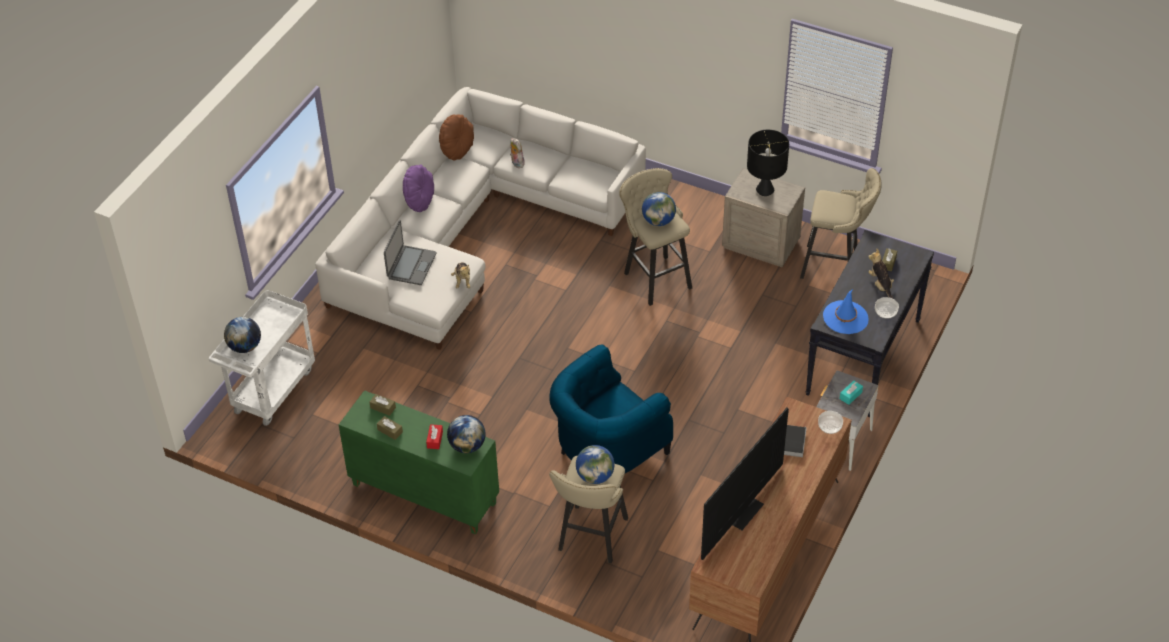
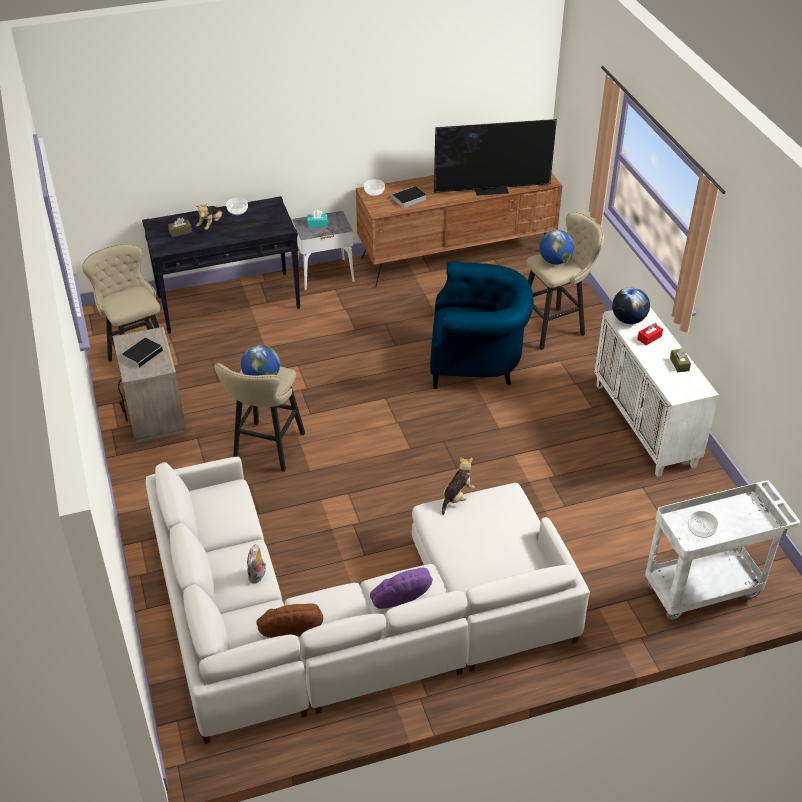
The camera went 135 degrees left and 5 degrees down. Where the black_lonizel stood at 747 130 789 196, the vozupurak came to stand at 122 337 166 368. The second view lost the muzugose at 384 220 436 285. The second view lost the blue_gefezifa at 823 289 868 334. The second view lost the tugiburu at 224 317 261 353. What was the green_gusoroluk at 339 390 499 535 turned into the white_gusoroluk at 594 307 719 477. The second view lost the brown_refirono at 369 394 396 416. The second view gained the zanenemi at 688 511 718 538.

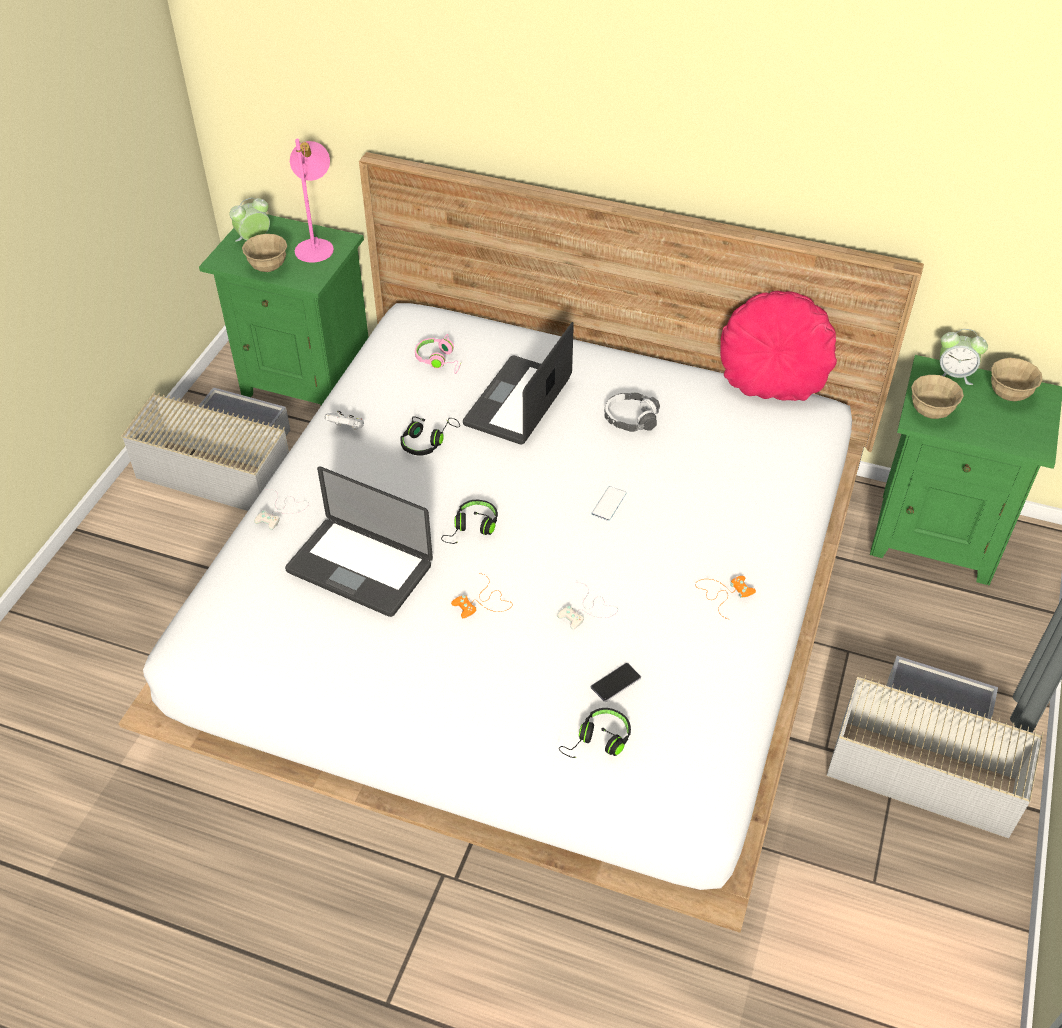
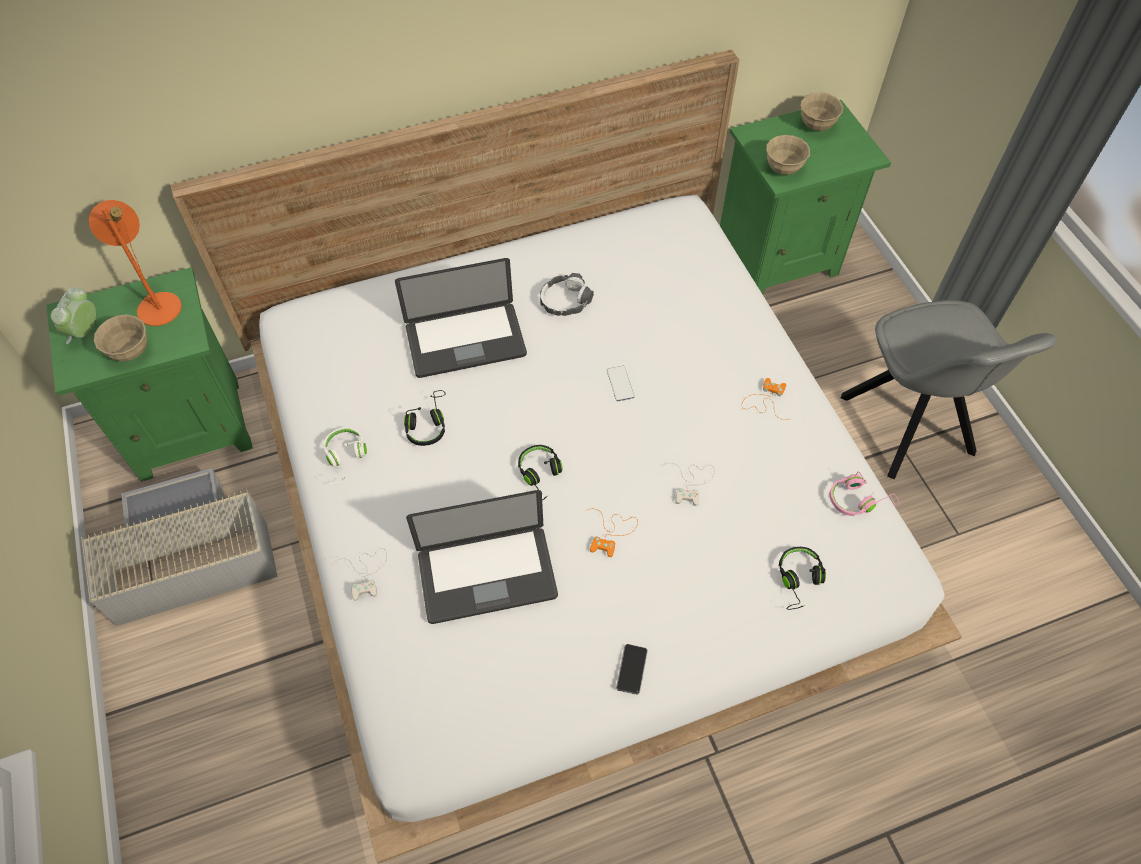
The camera went 40 degrees left and 10 degrees up. What was the pink_lonizel at 290 139 334 263 turned into the orange_lonizel at 89 200 182 326. The second view lost the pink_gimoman at 720 291 837 401. The muzugose at 463 322 574 445 ended up facing another way, 90 degrees counterclockwise from before. The second view lost the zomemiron at 940 329 988 385. The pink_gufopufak ended up elsewhere, having gone from 415 334 461 374 to 829 471 899 516. Where the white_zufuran stood at 325 411 364 430, the white_gufopufak came to stand at 323 427 367 484. Where the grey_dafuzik stood at 827 656 1044 838, the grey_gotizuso came to stand at 840 300 1057 479. The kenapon ended up elsewhere, having gone from 591 663 641 702 to 616 644 648 695.

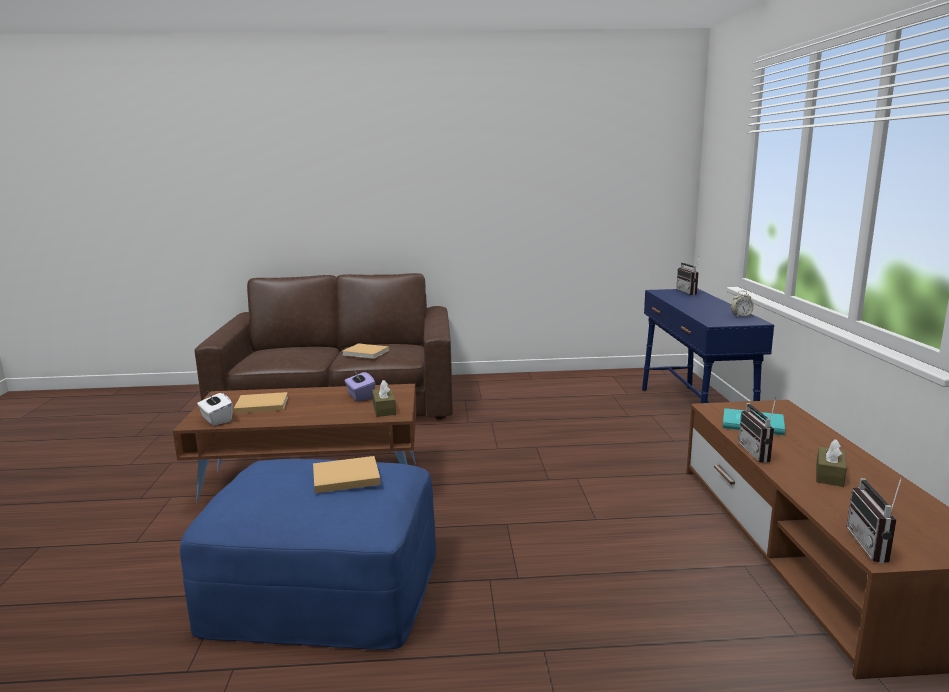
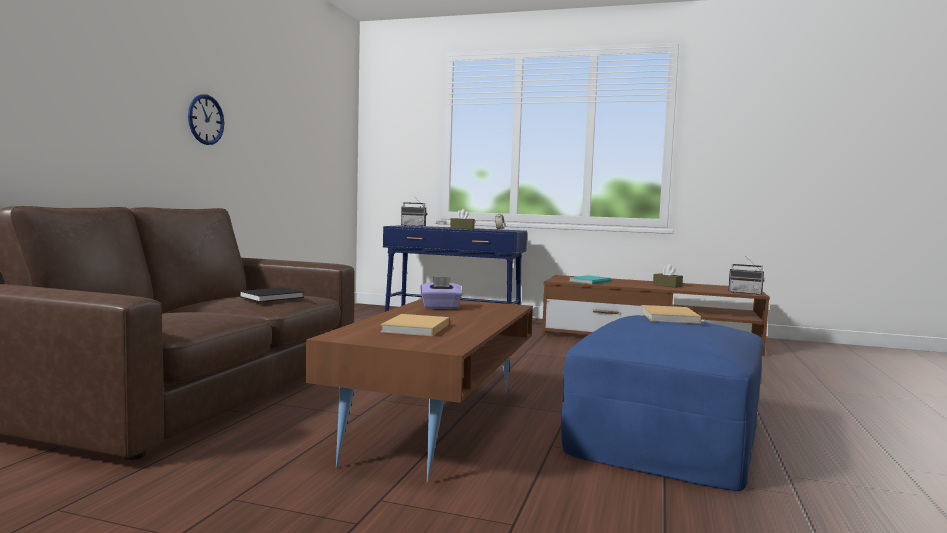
The camera went 70 degrees left and 10 degrees down. What was the beige_vozupurak at 342 343 390 359 turned into the black_vozupurak at 239 287 304 302. The brown_refirono ended up elsewhere, having gone from 372 380 396 417 to 450 209 475 229. The second view lost the white_refirono at 197 392 233 426. The second view lost the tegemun at 738 397 776 463. The second view gained the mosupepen at 188 94 224 145.

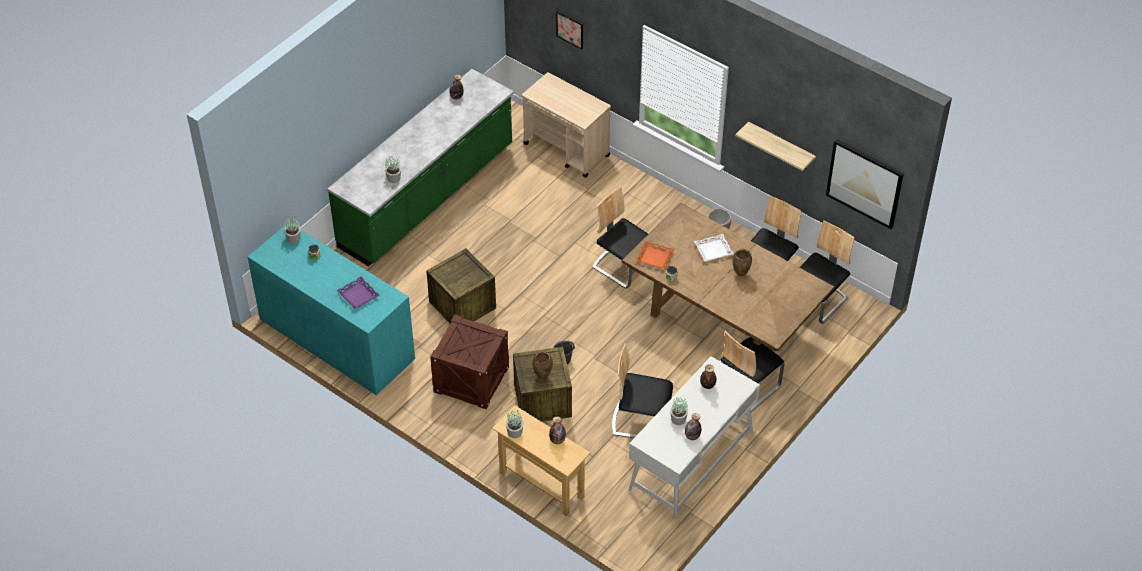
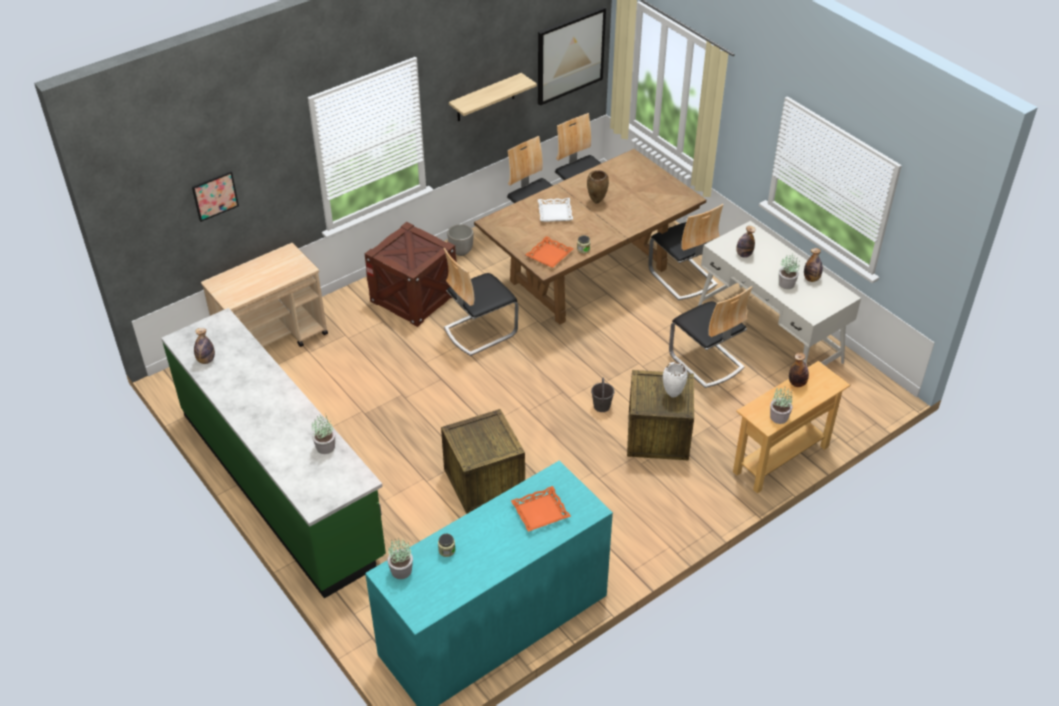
The camera went 75 degrees left and 5 degrees down. What was the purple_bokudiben at 336 276 380 310 turned into the orange_bokudiben at 511 486 571 532. The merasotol ended up elsewhere, having gone from 430 315 509 409 to 365 222 457 327. The gotizuso at 612 343 673 438 ended up facing another way, 60 degrees counterclockwise from before. What was the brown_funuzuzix at 532 352 553 379 turned into the white_funuzuzix at 663 362 687 398.

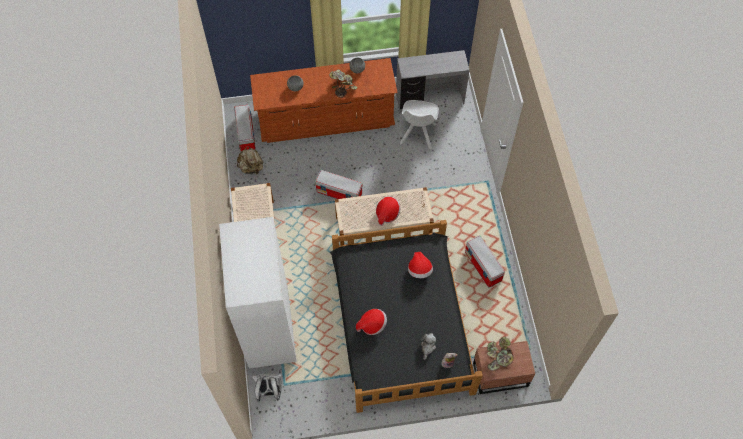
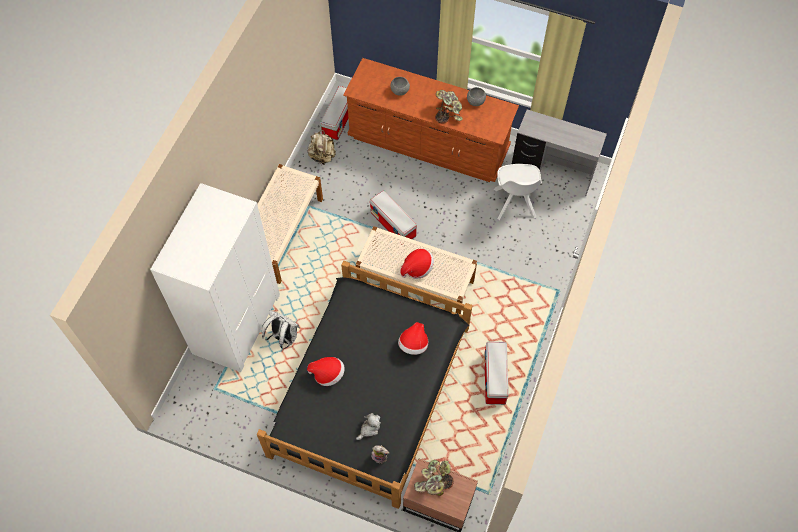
The camera went 30 degrees right and 0 degrees up. The white_gotizuso at 400 100 439 149 ended up facing another way, 45 degrees counterclockwise from before. The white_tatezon ended up elsewhere, having gone from 252 374 283 402 to 262 311 300 349.

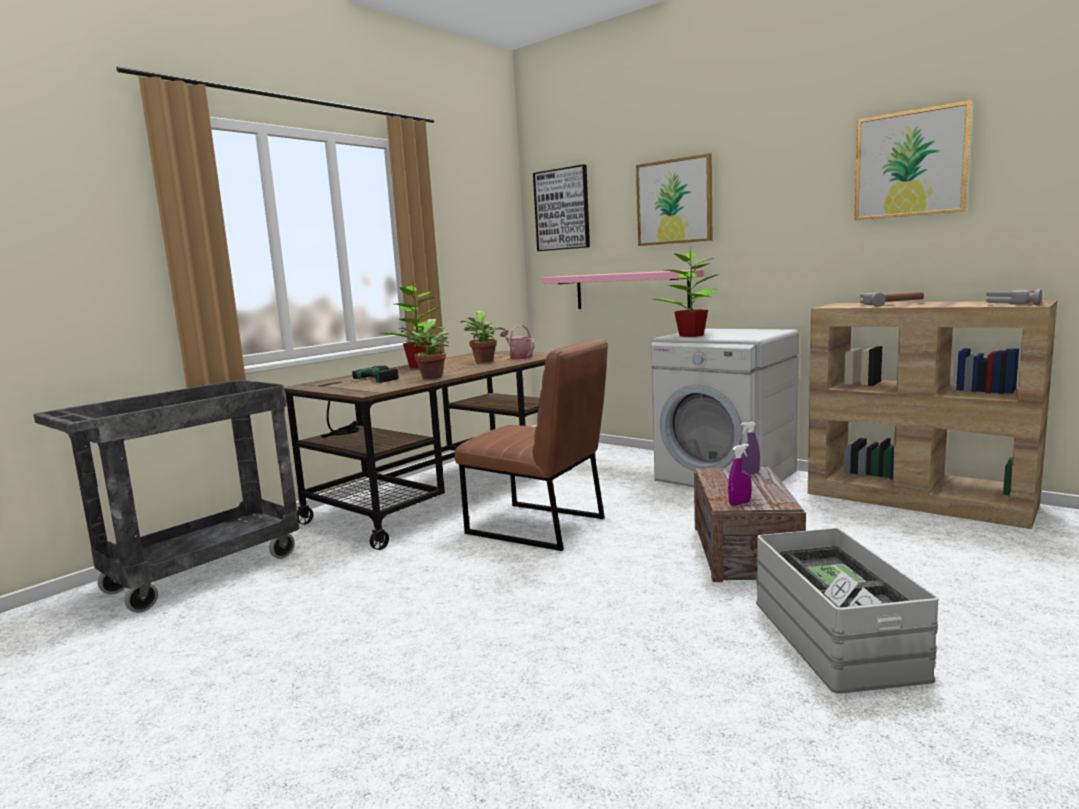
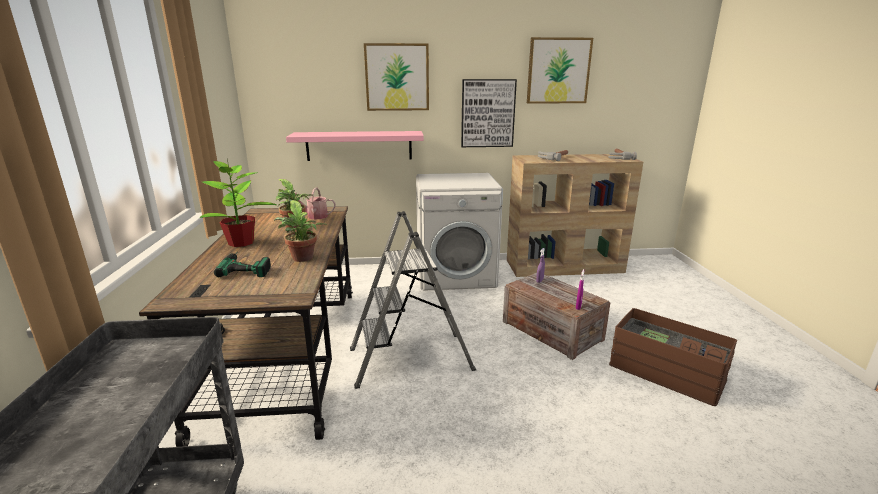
The camera went 45 degrees left and 10 degrees up. The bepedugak ended up elsewhere, having gone from 533 164 590 251 to 461 79 517 147. The second view lost the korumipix at 653 248 720 337. Where the brown_gotizuso stood at 454 339 608 551, the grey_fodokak came to stand at 350 211 476 389. What was the grey_dafuzik at 756 528 939 694 turned into the brown_dafuzik at 609 308 737 406.

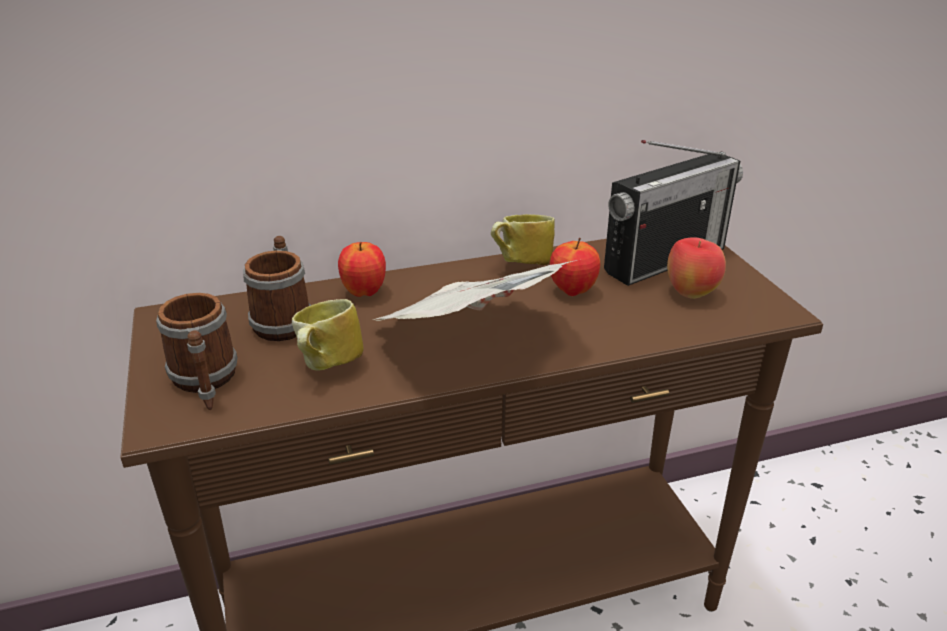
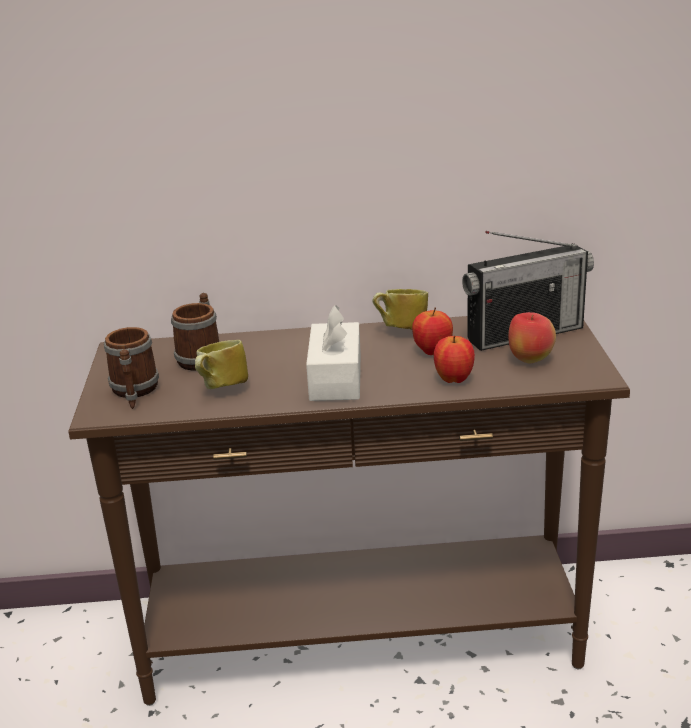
The camera went 15 degrees right and 5 degrees down. The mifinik ended up elsewhere, having gone from 338 242 386 297 to 434 335 475 383. Where the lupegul stood at 373 260 577 321, the white_refirono came to stand at 306 305 361 401.

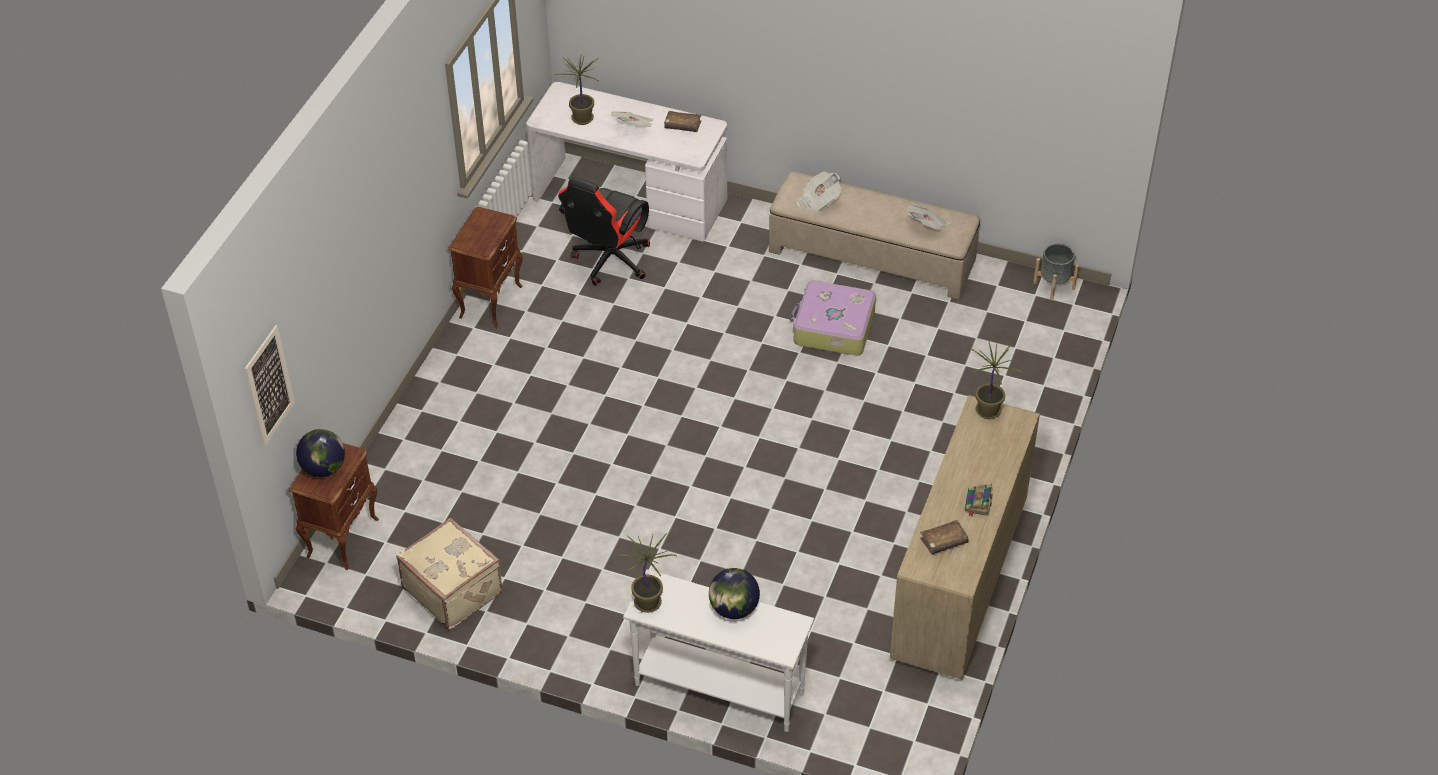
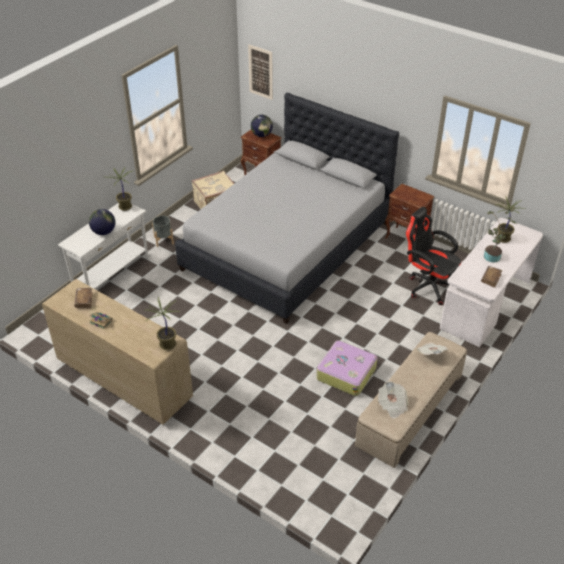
The camera went 105 degrees right and 5 degrees down. Where the lupegul stood at 611 111 654 127, the korumipix came to stand at 484 211 516 262. The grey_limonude ended up elsewhere, having gone from 1033 244 1079 300 to 152 216 174 247. The second view gained the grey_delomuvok at 175 93 399 324.

